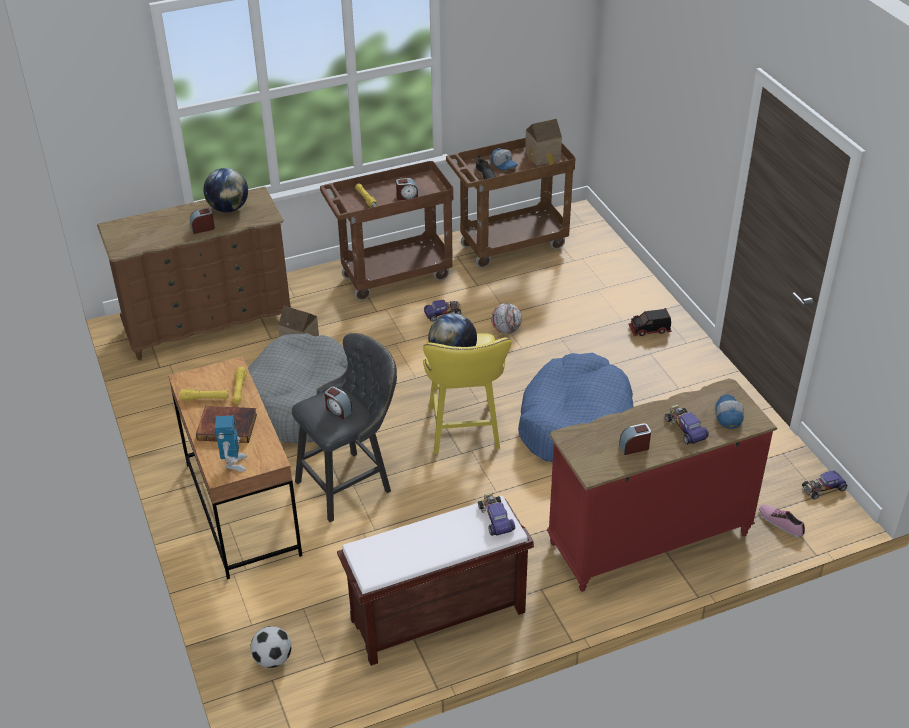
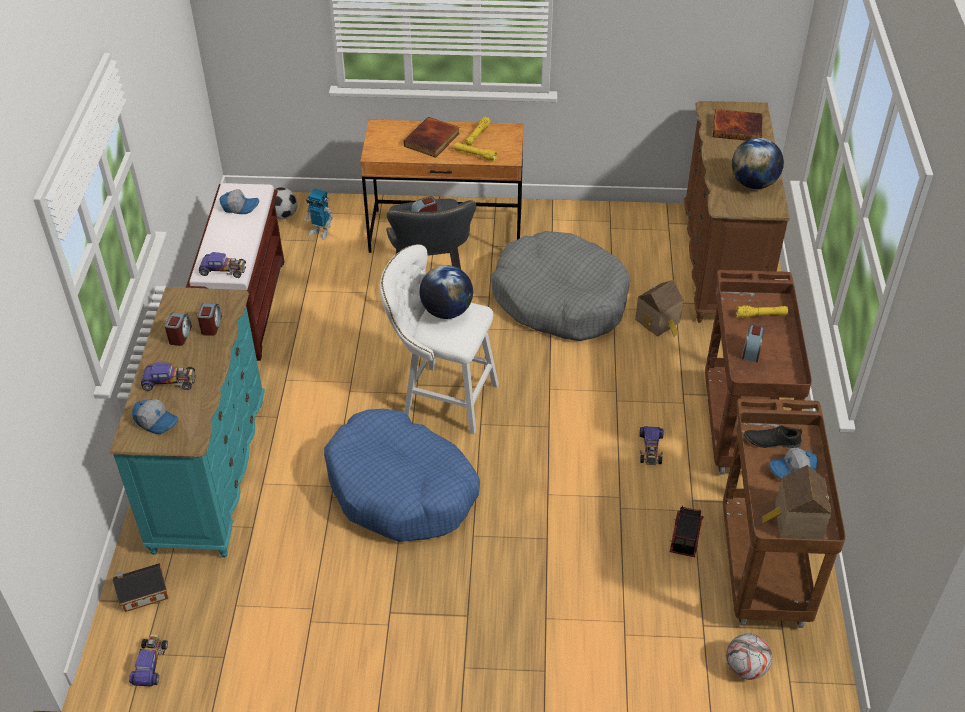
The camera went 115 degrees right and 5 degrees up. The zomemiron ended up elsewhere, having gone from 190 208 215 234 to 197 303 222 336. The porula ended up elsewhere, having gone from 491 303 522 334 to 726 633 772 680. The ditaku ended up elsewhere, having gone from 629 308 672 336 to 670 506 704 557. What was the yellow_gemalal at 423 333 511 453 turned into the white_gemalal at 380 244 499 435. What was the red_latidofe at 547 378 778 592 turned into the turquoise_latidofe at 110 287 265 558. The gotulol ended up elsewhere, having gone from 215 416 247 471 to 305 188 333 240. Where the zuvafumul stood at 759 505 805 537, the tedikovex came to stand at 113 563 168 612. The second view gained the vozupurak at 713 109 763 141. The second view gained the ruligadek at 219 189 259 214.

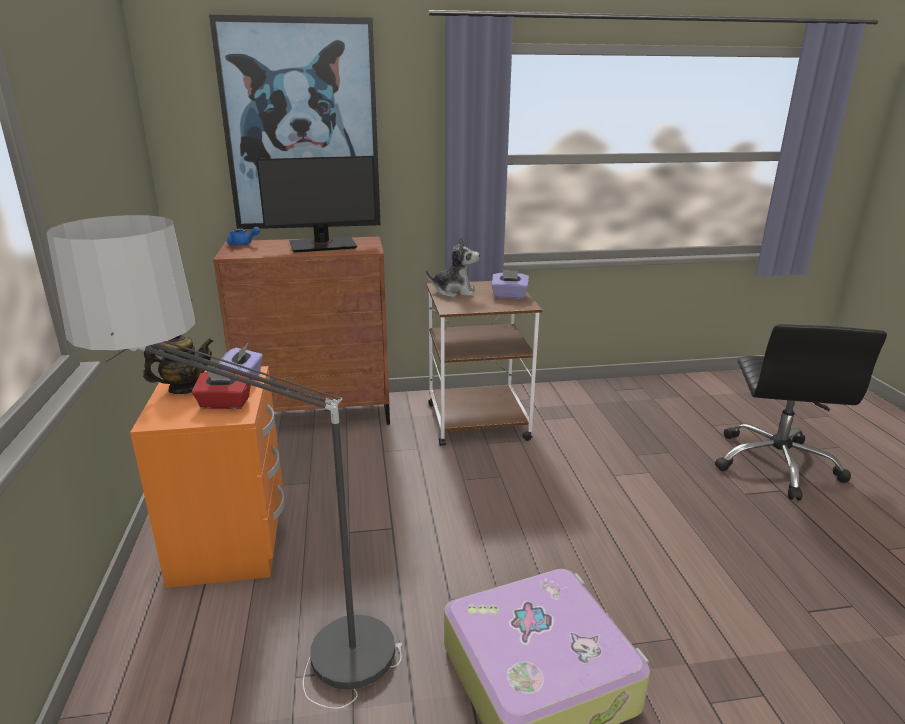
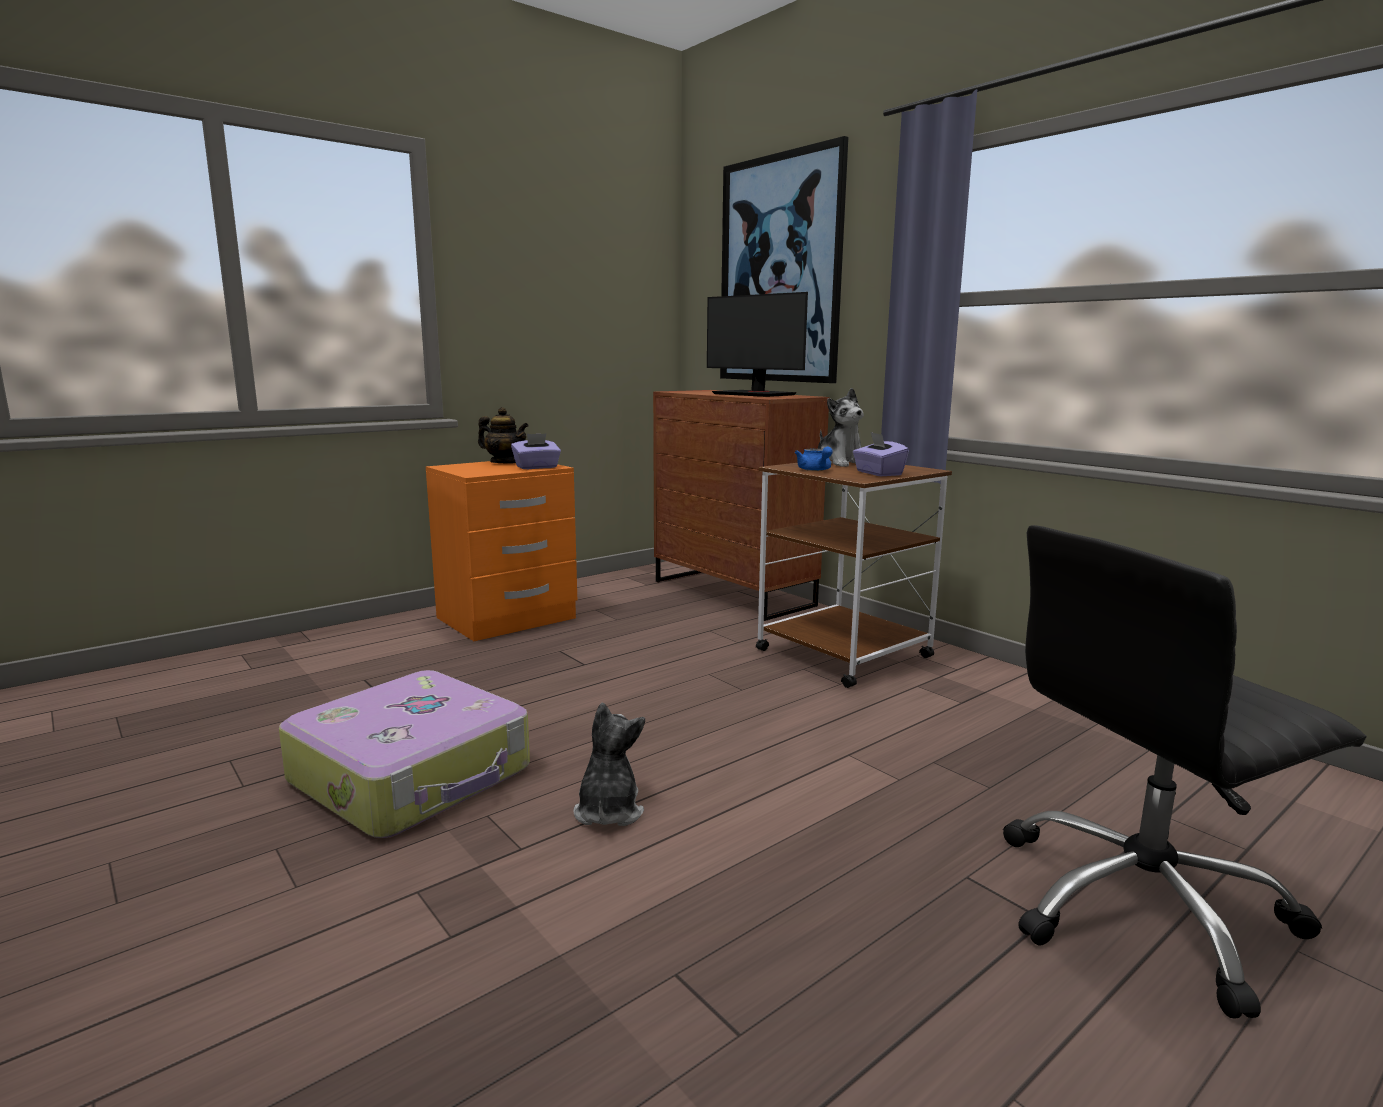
The camera went 60 degrees right and 10 degrees down. The second view lost the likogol at 47 215 402 709. The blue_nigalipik ended up elsewhere, having gone from 227 227 260 246 to 795 447 833 471. The second view lost the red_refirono at 192 370 251 409. The second view gained the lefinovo at 573 703 645 826.

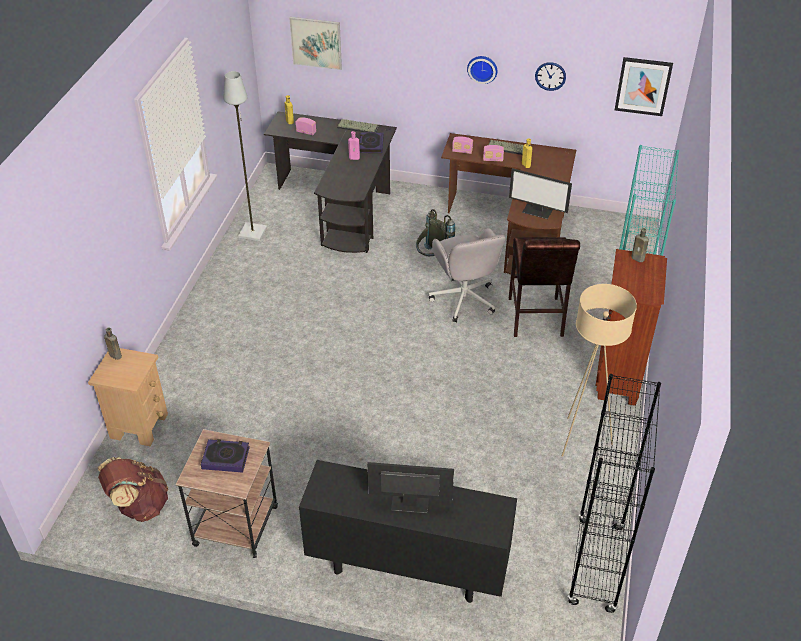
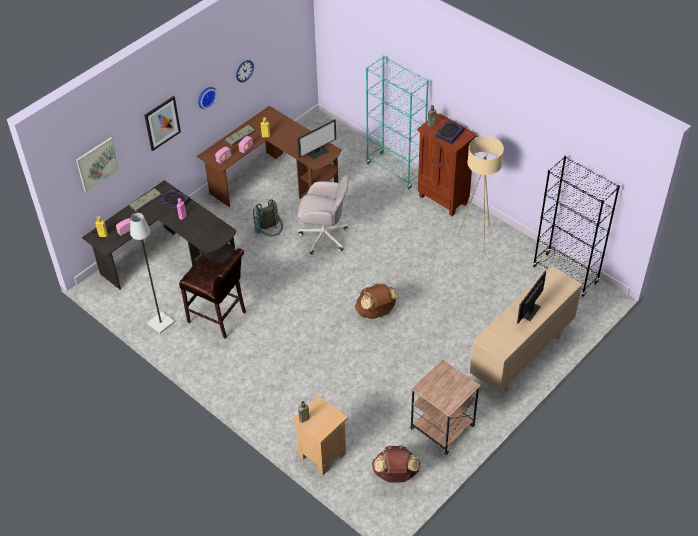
The camera went 60 degrees left and 5 degrees up. The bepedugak ended up elsewhere, having gone from 615 57 673 116 to 144 96 181 151. The brown_gemalal ended up elsewhere, having gone from 509 237 580 337 to 179 248 246 339. The vozupurak ended up elsewhere, having gone from 201 439 250 473 to 435 121 464 144. What was the black_latidofe at 299 460 517 603 turned into the beige_latidofe at 470 266 582 393. The second view gained the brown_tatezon at 355 284 399 319.

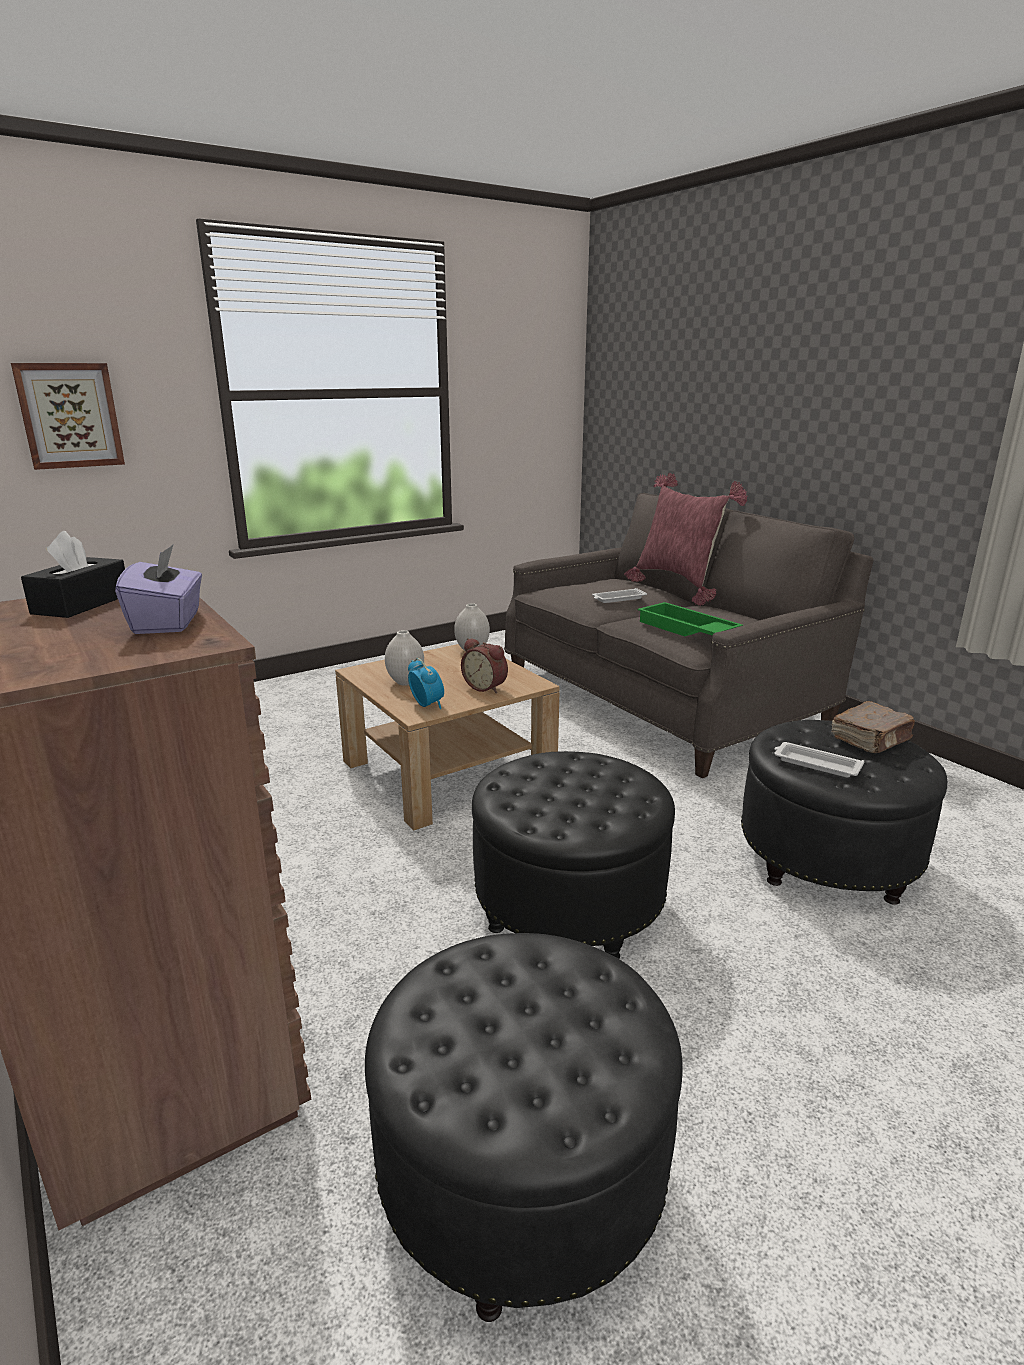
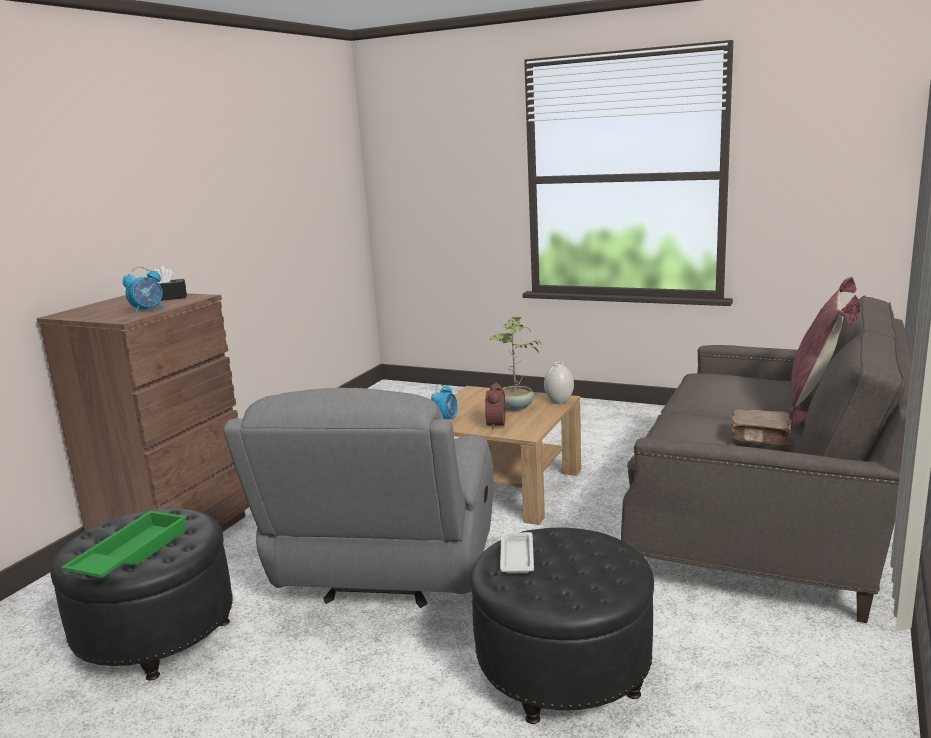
The camera went 60 degrees right and 5 degrees down. The second view lost the bepedugak at 11 363 125 470. Where the purple_refirono stood at 115 544 202 634, the zomemiron came to stand at 123 267 163 314. The second view lost the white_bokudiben at 592 588 647 603. The green_bokudiben ended up elsewhere, having gone from 638 602 743 636 to 61 511 187 578. The second view lost the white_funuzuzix at 385 630 424 685. The brown_vozupurak ended up elsewhere, having gone from 831 701 915 753 to 730 409 791 447. Where the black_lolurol stood at 472 751 675 959, the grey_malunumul came to stand at 224 388 494 608. The second view gained the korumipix at 490 316 542 411.

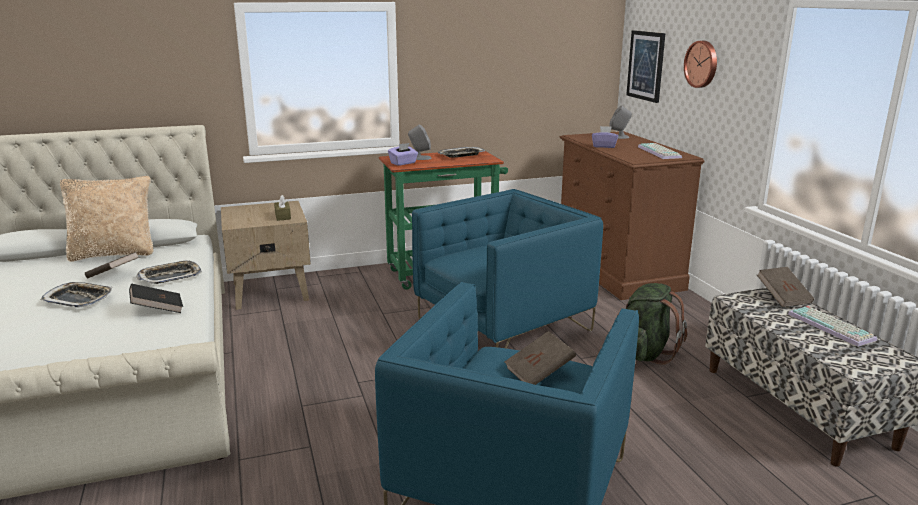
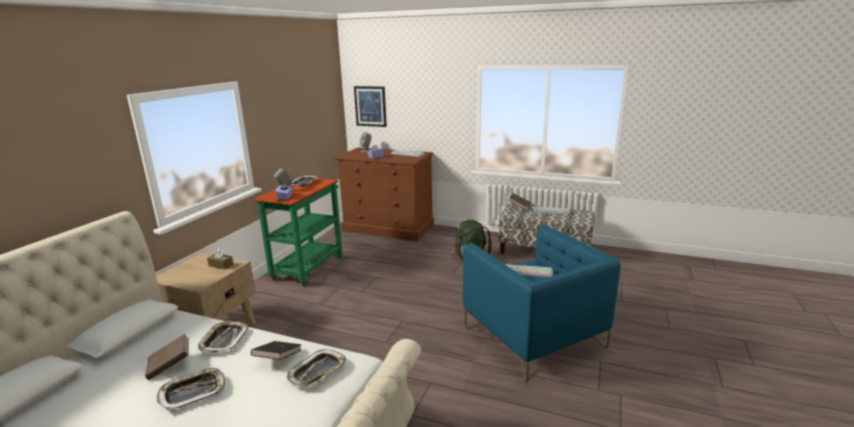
The camera went 50 degrees left and 0 degrees up. The second view lost the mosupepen at 684 41 717 88. The second view lost the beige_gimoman at 60 175 153 262. The second view lost the blue_malunumul at 412 189 603 349. Where the brown_vozupurak stood at 504 331 576 385, the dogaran came to stand at 505 264 553 277. The second view gained the bokudiben at 286 349 346 387.

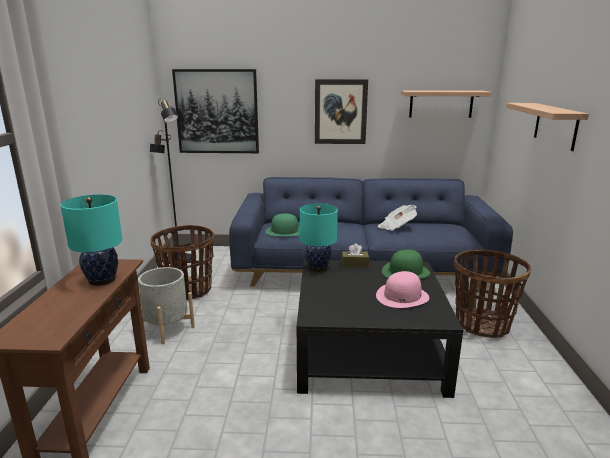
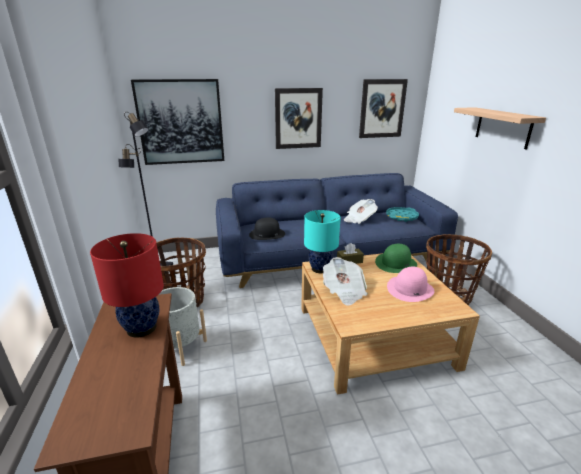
The camera went 15 degrees left and 5 degrees up. Where the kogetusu hung at 401 90 492 118, the bepedugak came to hang at 359 79 408 138. What was the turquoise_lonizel at 60 194 123 286 turned into the red_lonizel at 90 233 164 338. What was the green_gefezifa at 265 213 300 236 turned into the black_gefezifa at 249 218 285 240. What was the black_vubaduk at 297 260 463 398 turned into the beige_vubaduk at 301 253 480 395. The second view gained the turquoise_bokudiben at 386 207 419 222. The second view gained the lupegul at 323 257 368 306.

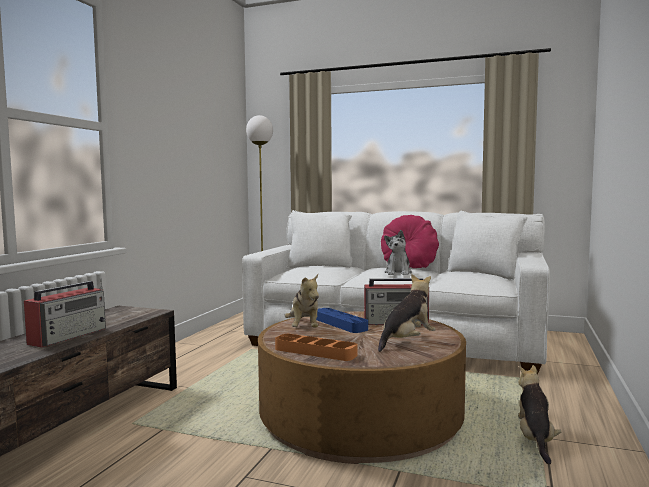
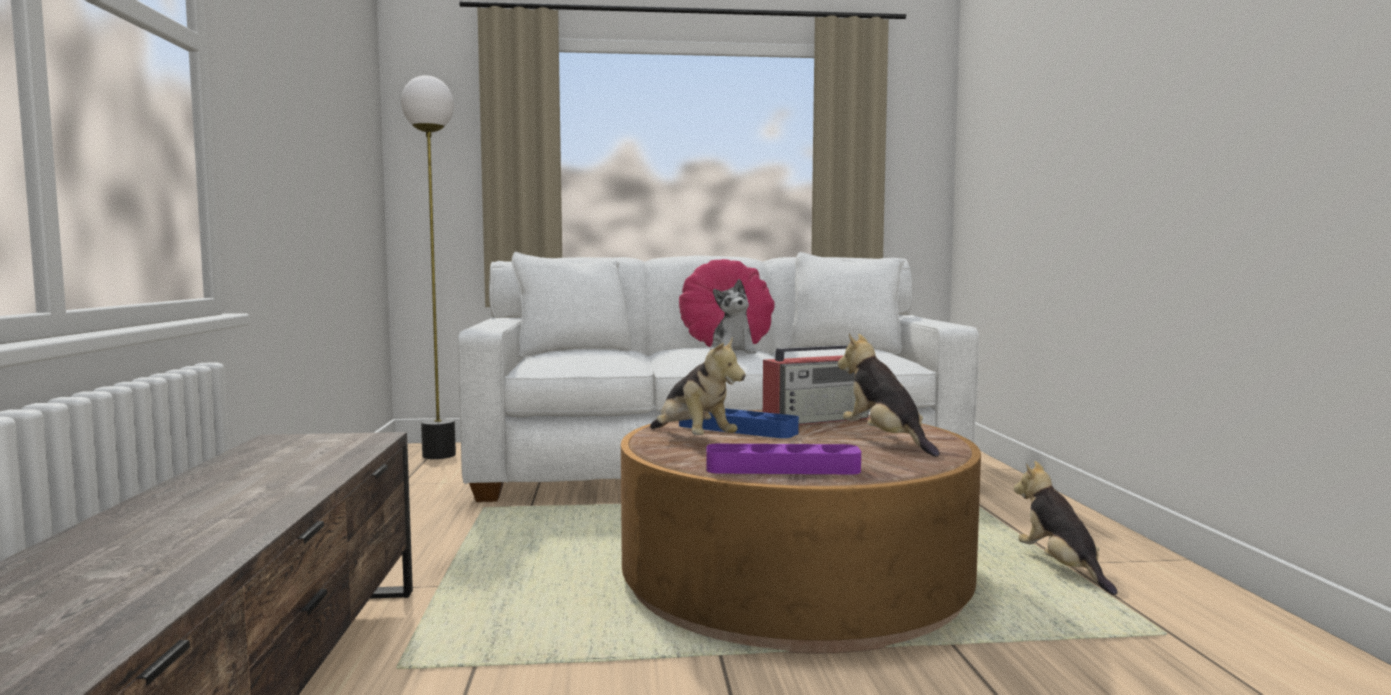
The camera went 25 degrees left and 0 degrees up. The lefinovo at 378 274 436 352 ended up facing another way, 45 degrees counterclockwise from before. The second view lost the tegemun at 24 278 106 348. What was the orange_bokudiben at 275 334 357 361 turned into the purple_bokudiben at 706 444 861 474.

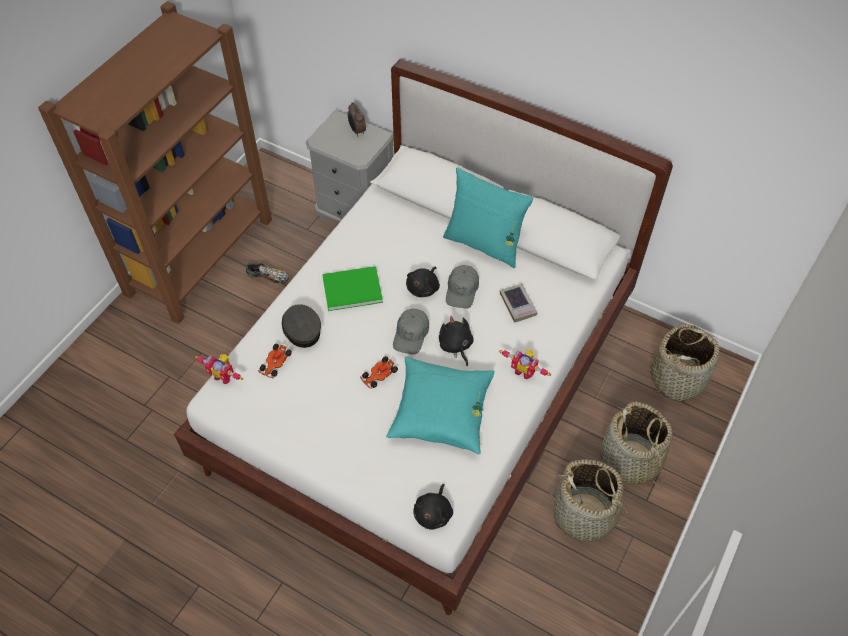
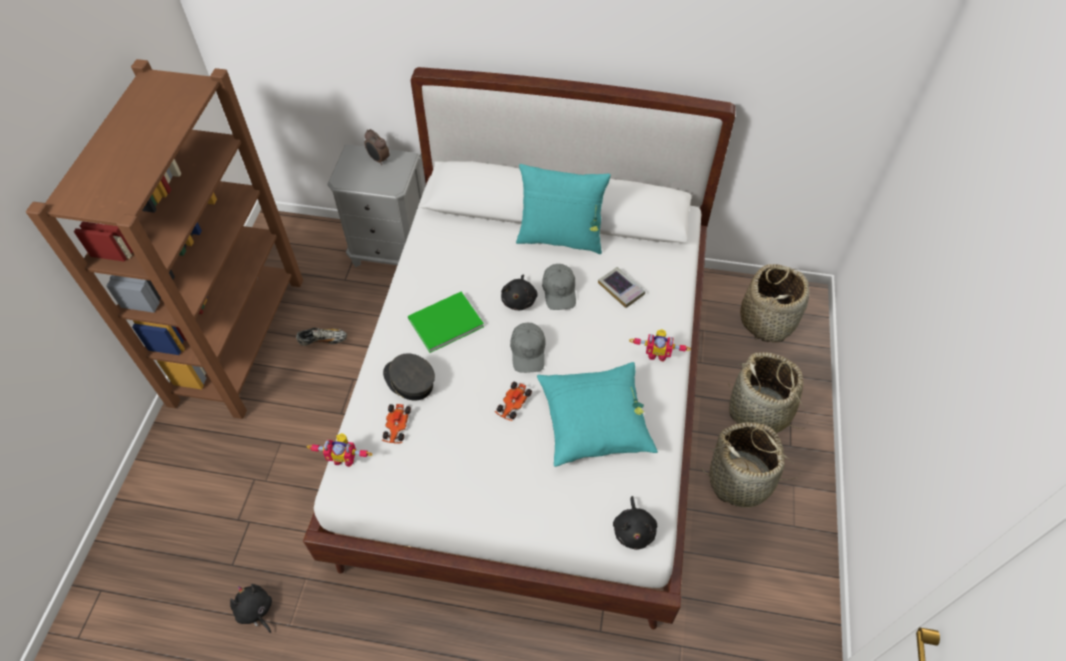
The camera went 20 degrees left and 0 degrees up. The black_lefinovo ended up elsewhere, having gone from 439 316 474 366 to 230 584 272 633.

